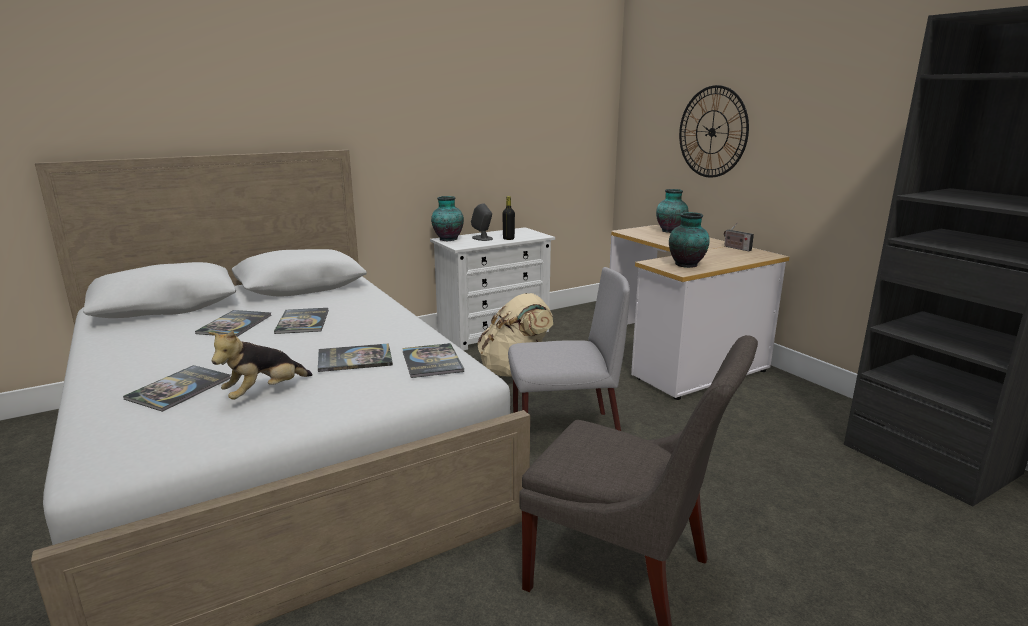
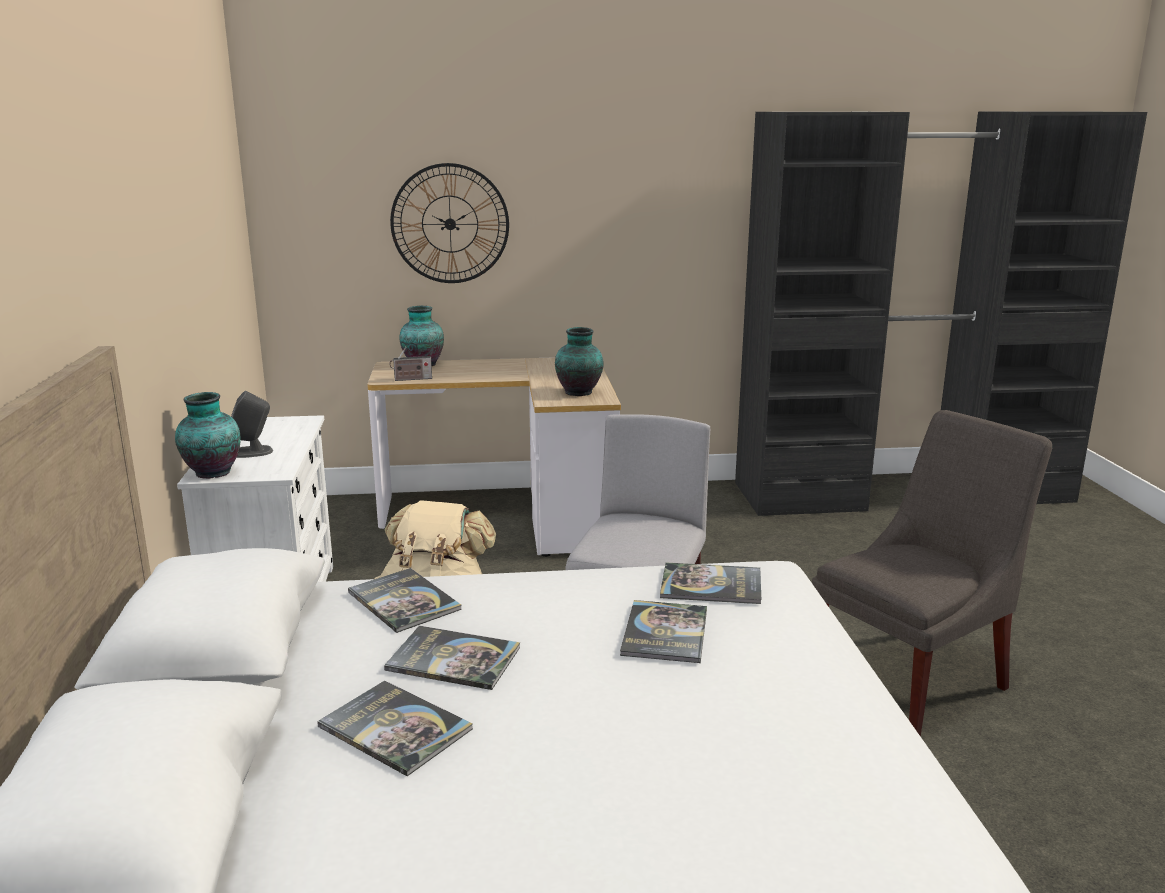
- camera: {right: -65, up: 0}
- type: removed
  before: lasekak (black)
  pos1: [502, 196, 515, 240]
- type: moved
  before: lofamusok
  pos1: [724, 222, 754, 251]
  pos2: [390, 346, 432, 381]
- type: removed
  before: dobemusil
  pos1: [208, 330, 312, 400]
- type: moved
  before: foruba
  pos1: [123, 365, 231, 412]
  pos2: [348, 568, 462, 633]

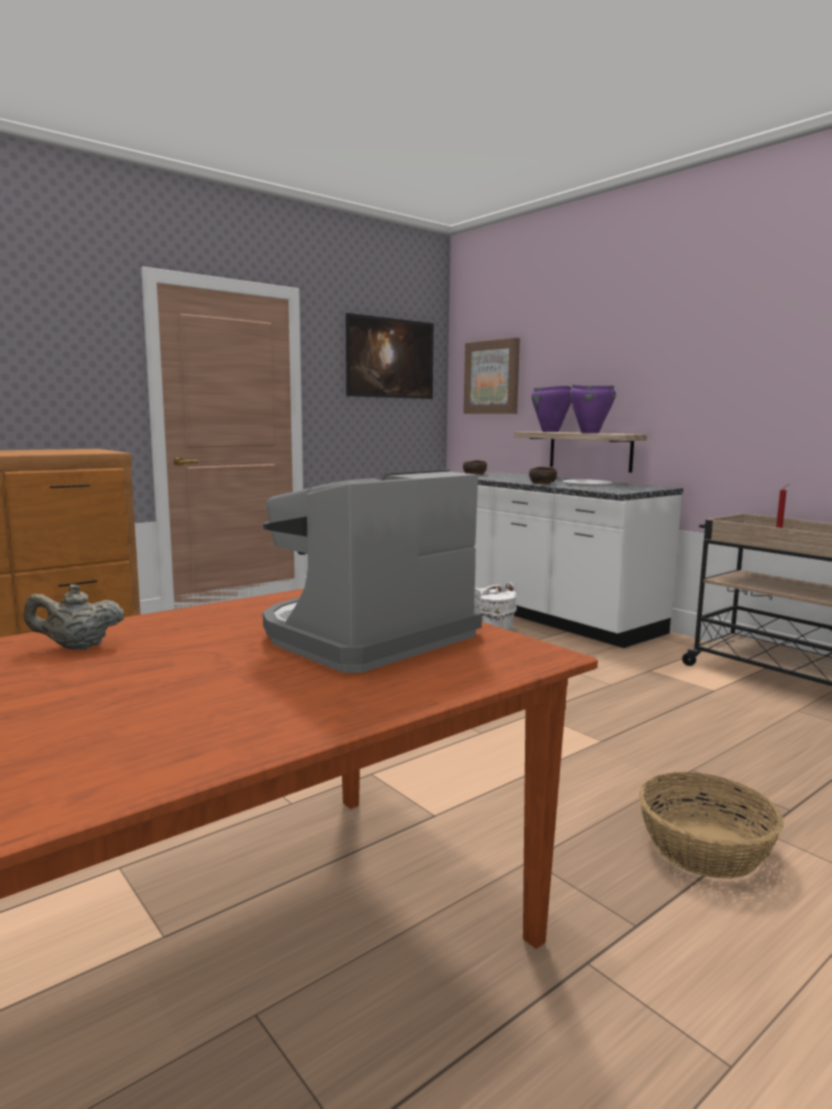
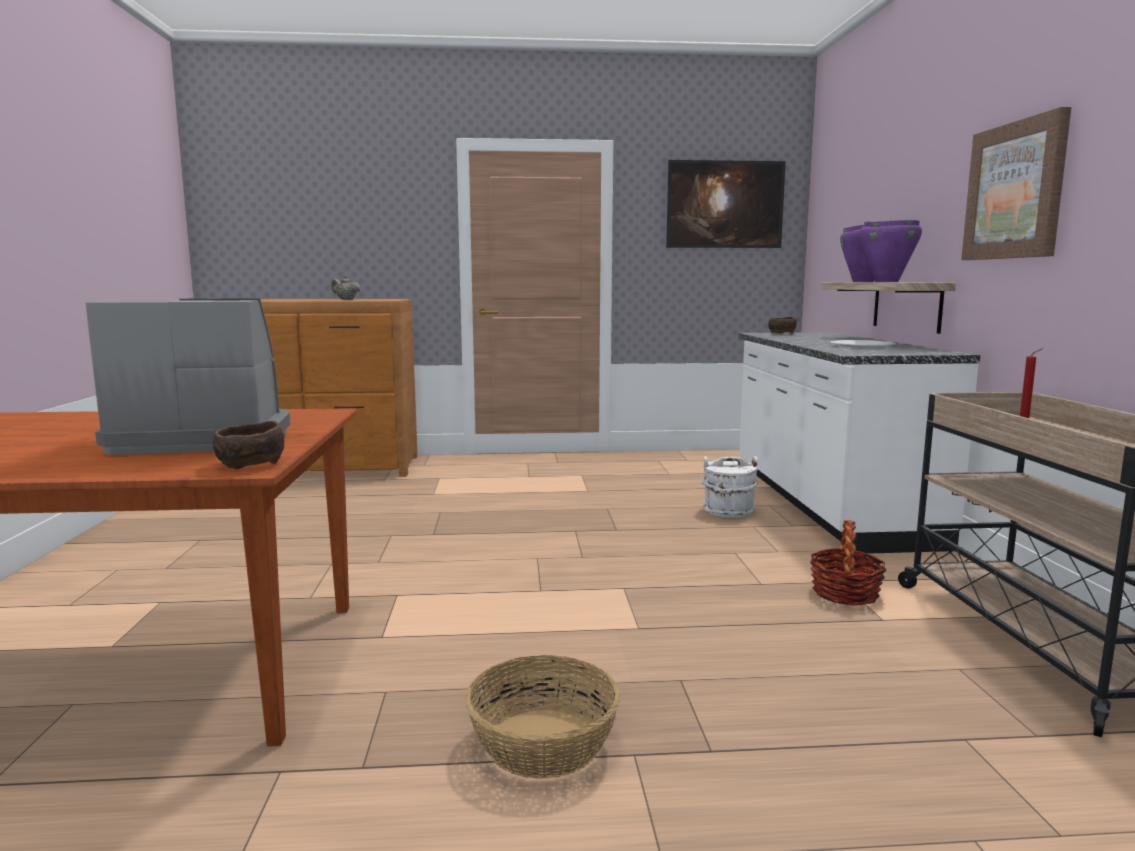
- camera: {right: 35, up: 0}
- type: moved
  before: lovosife
  pos1: [463, 338, 520, 414]
  pos2: [961, 107, 1071, 260]
- type: moved
  before: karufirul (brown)
  pos1: [529, 467, 557, 484]
  pos2: [213, 421, 284, 469]
- type: moved
  before: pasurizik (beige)
  pos1: [23, 584, 124, 650]
  pos2: [331, 275, 361, 300]
- type: added
  after: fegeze
  pos2: [810, 520, 887, 606]

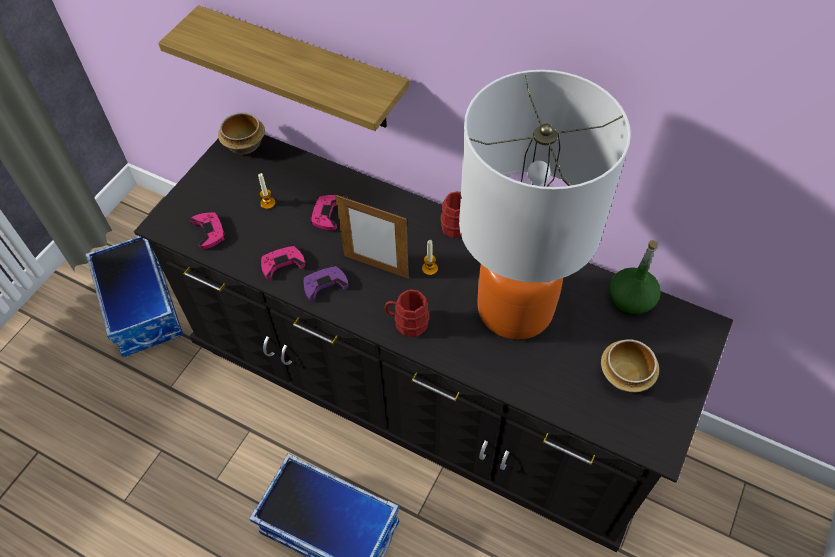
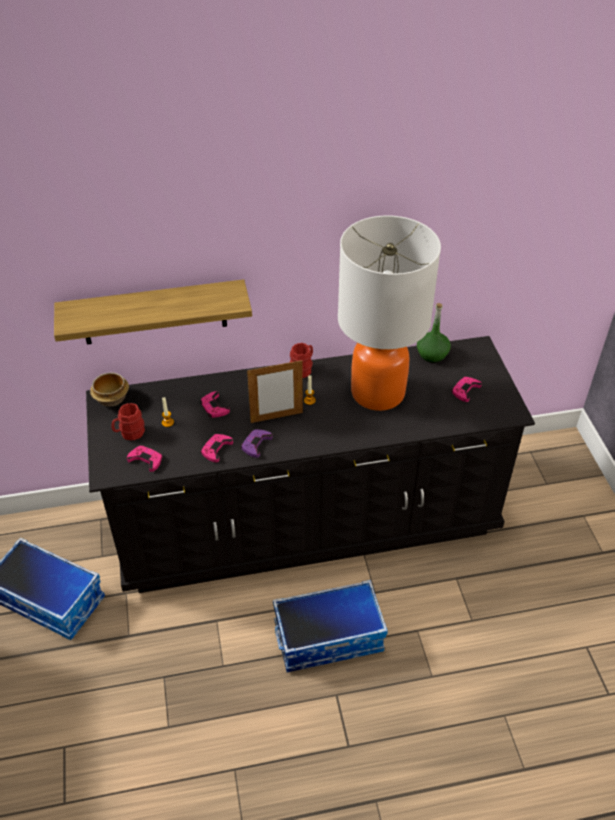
- camera: {right: -40, up: -10}
- type: moved
  before: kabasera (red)
  pos1: [384, 289, 430, 337]
  pos2: [111, 403, 145, 440]
- type: replaced
  before: karufirul
  after: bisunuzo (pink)
  pos1: [601, 339, 659, 392]
  pos2: [451, 377, 482, 402]

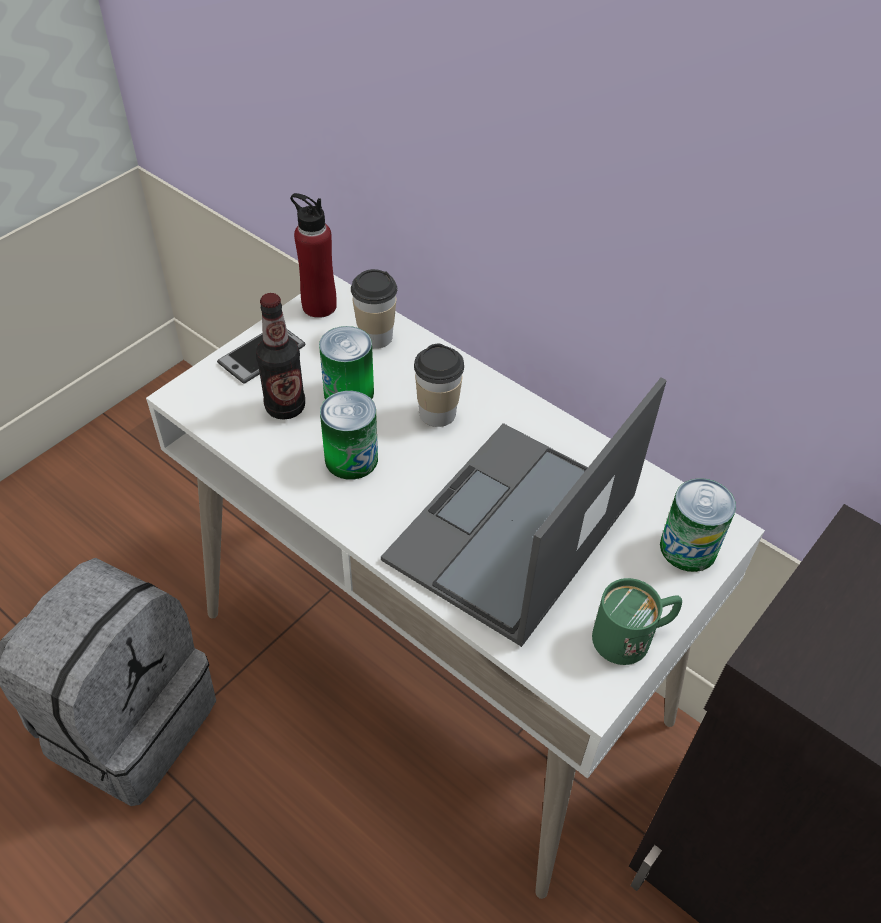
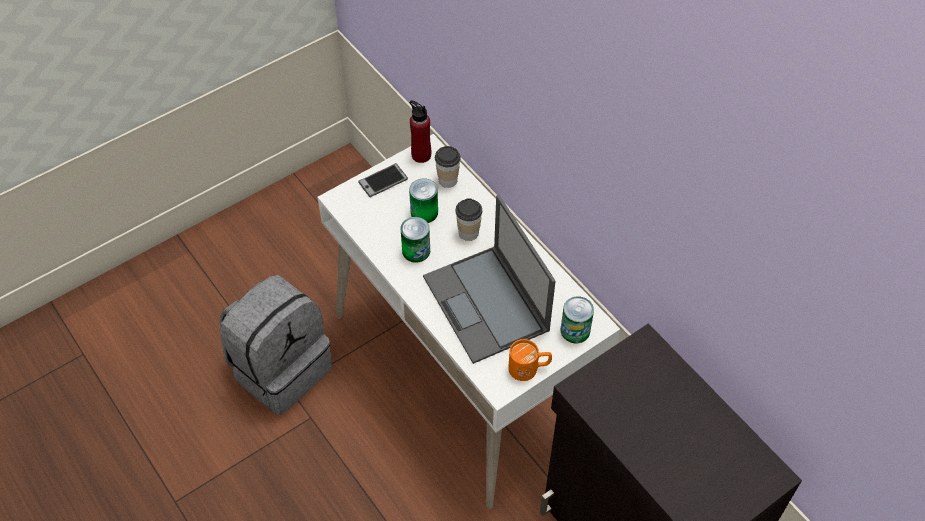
- camera: {right: 15, up: 5}
- type: removed
  before: lasekak
  pos1: [256, 293, 305, 420]
- type: turned
  before: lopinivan
  pos1: [381, 378, 666, 647]
  pos2: [423, 195, 556, 364]
  turn: -75
- type: recoloured
  before: kabasera (green)
  after: kabasera (orange)
  pos1: [592, 578, 682, 665]
  pos2: [508, 339, 552, 381]

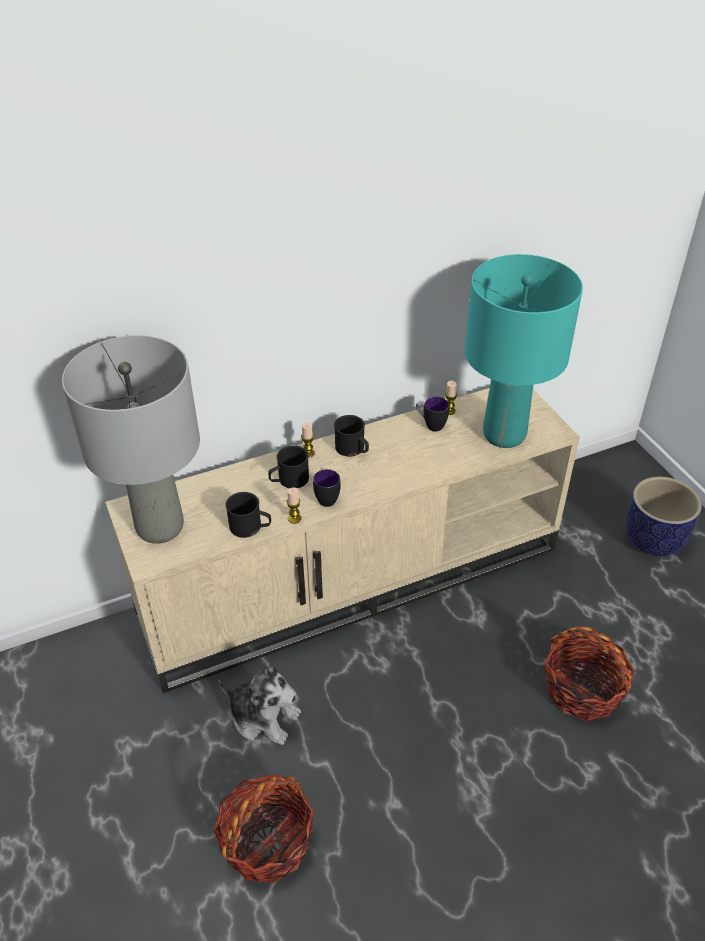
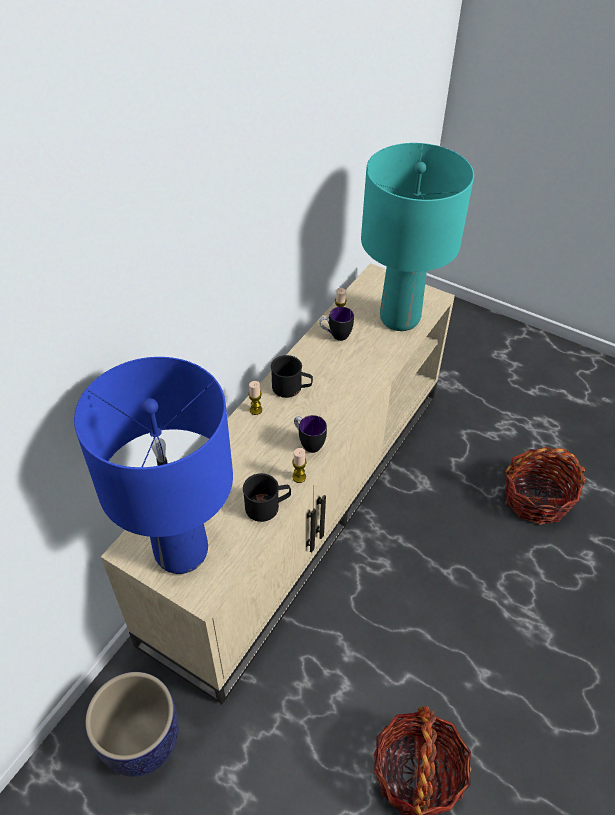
- camera: {right: -35, up: 5}
- type: recoloured
  before: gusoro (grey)
  after: gusoro (blue)
  pos1: [62, 335, 200, 544]
  pos2: [74, 357, 233, 574]
- type: removed
  before: kabasera (black)
  pos1: [268, 445, 309, 488]
- type: moved
  before: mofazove
  pos1: [625, 477, 702, 556]
  pos2: [85, 672, 179, 777]
- type: removed
  before: dobemusil
  pos1: [218, 663, 301, 745]

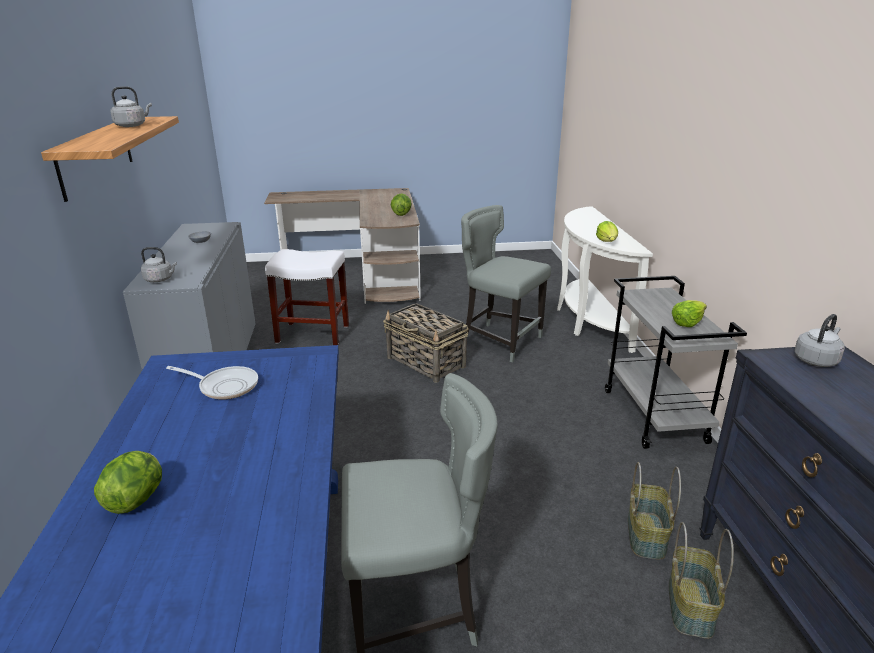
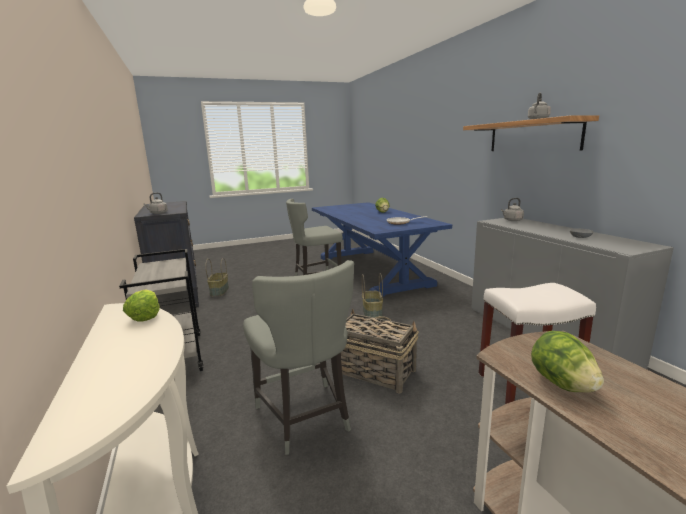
- camera: {right: 165, up: -10}
- type: turned
  before: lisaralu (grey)
  pos1: [461, 205, 551, 362]
  pos2: [243, 260, 354, 455]
  turn: 45
- type: removed
  before: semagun
  pos1: [672, 300, 707, 327]
- type: moved
  before: fegeze
  pos1: [628, 462, 681, 560]
  pos2: [362, 273, 383, 319]

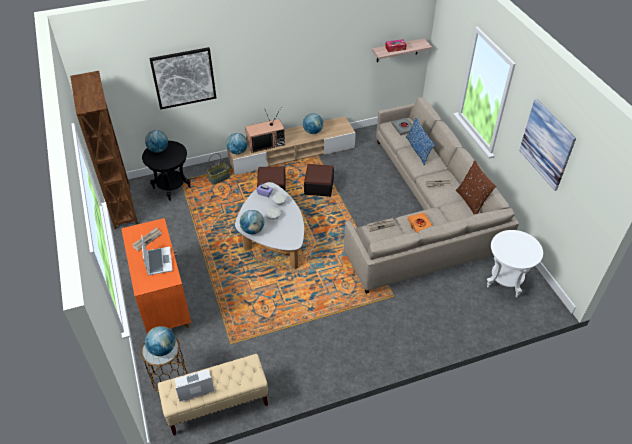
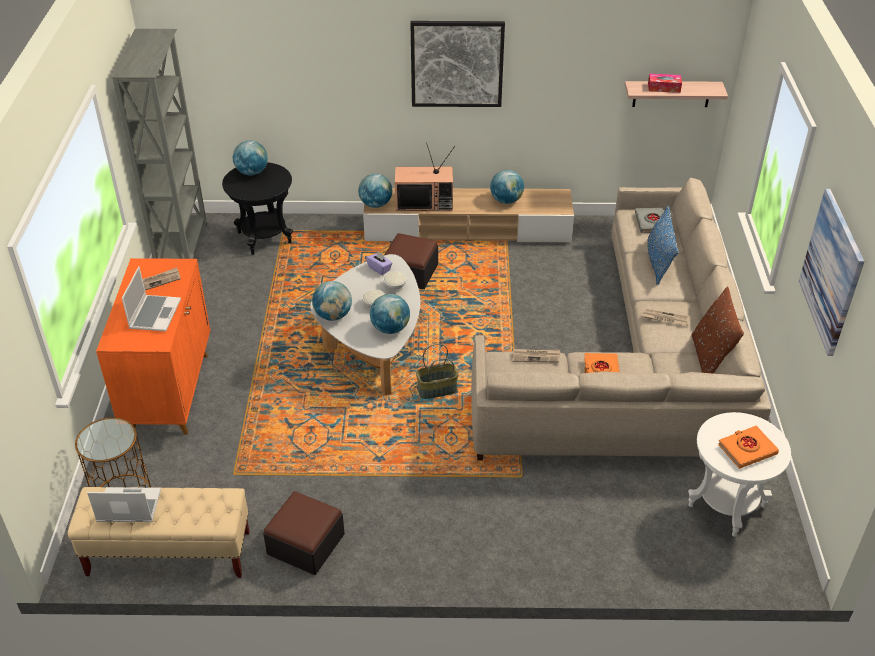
- camera: {right: 20, up: -5}
- type: moved
  before: lovosife
  pos1: [149, 47, 216, 109]
  pos2: [410, 21, 505, 107]
- type: recoloured
  before: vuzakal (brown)
  after: vuzakal (grey)
  pos1: [70, 71, 138, 229]
  pos2: [111, 29, 207, 259]
- type: moved
  before: fegeze
  pos1: [207, 153, 230, 184]
  pos2: [416, 344, 459, 399]
- type: moved
  before: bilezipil
  pos1: [304, 164, 334, 197]
  pos2: [263, 491, 345, 575]
- type: moved
  before: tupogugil
  pos1: [145, 326, 175, 356]
  pos2: [370, 294, 410, 334]
- type: added
  after: foruba (orange)
  pos2: [718, 426, 779, 469]

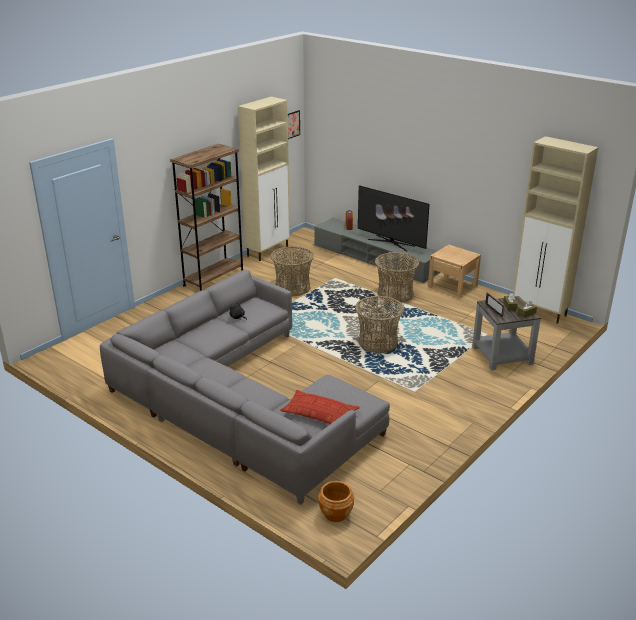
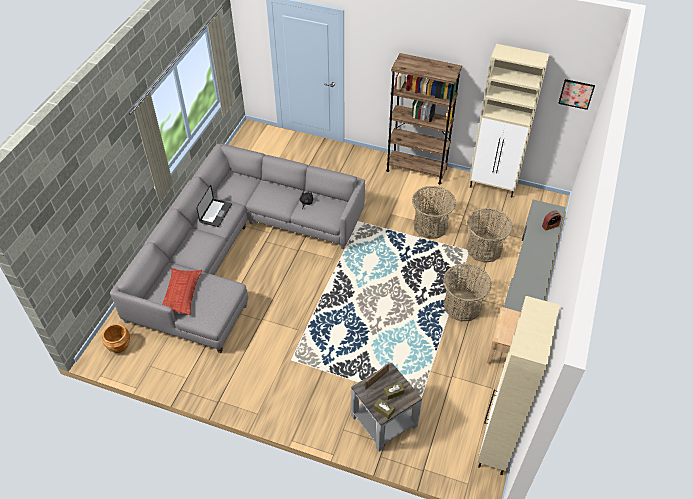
- camera: {right: 70, up: 20}
- type: removed
  before: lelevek
  pos1: [358, 185, 430, 252]
- type: moved
  before: fegeze
  pos1: [355, 296, 404, 353]
  pos2: [466, 208, 512, 263]
- type: added
  after: lopinivan
  pos2: [196, 185, 232, 227]

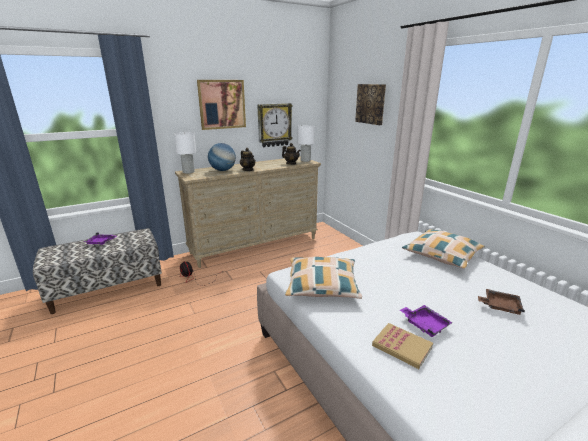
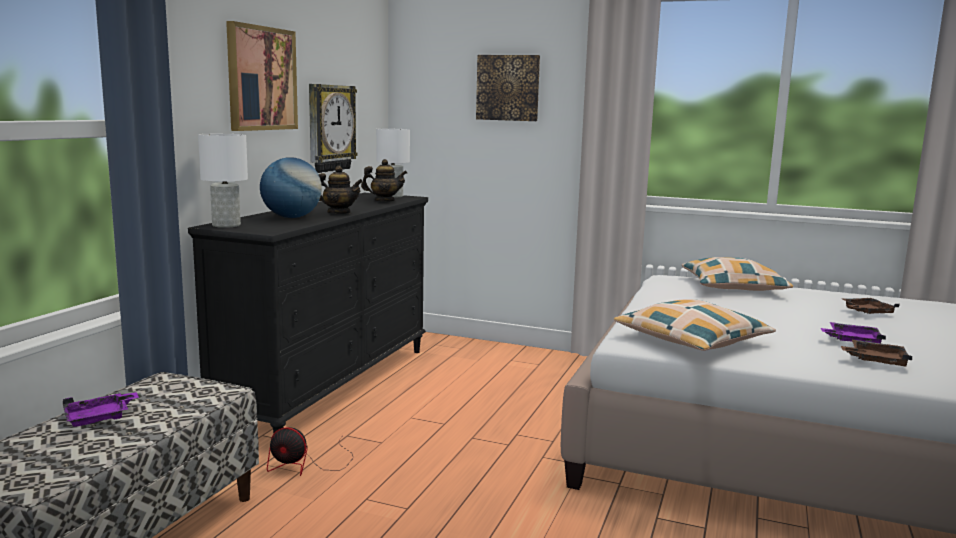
- camera: {right: -40, up: -10}
- type: recoloured
  before: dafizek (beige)
  after: dafizek (black)
  pos1: [175, 157, 321, 268]
  pos2: [188, 193, 428, 433]
- type: replaced
  before: foruba
  after: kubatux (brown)
  pos1: [372, 323, 433, 369]
  pos2: [841, 340, 912, 366]

